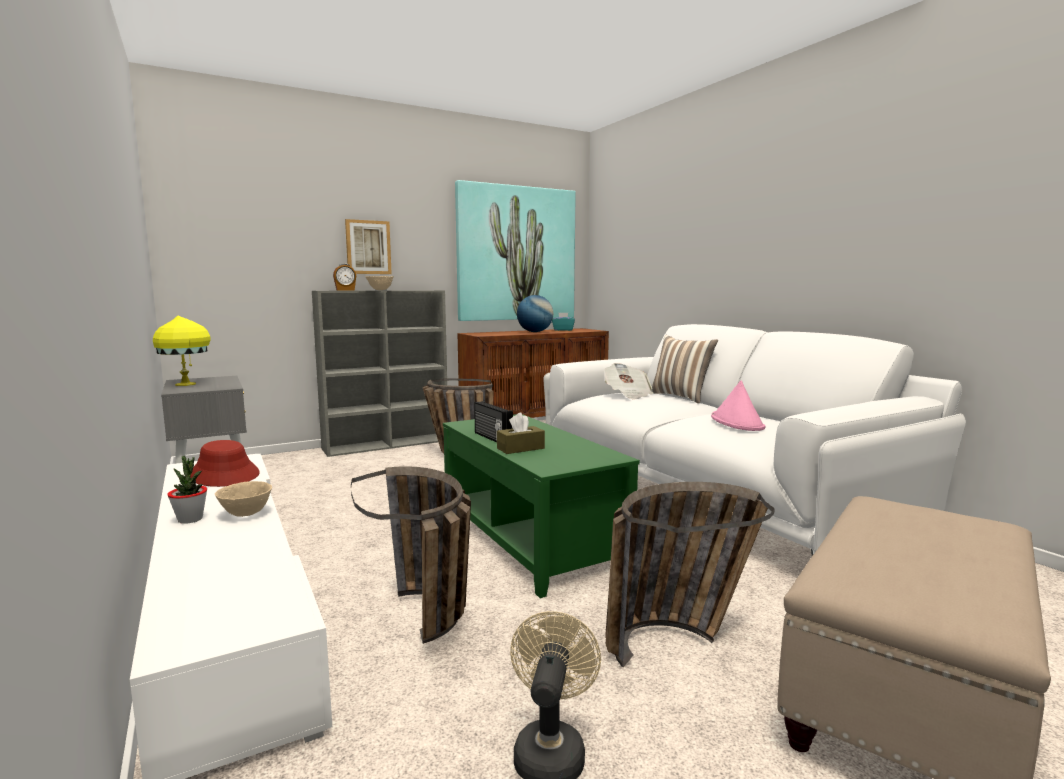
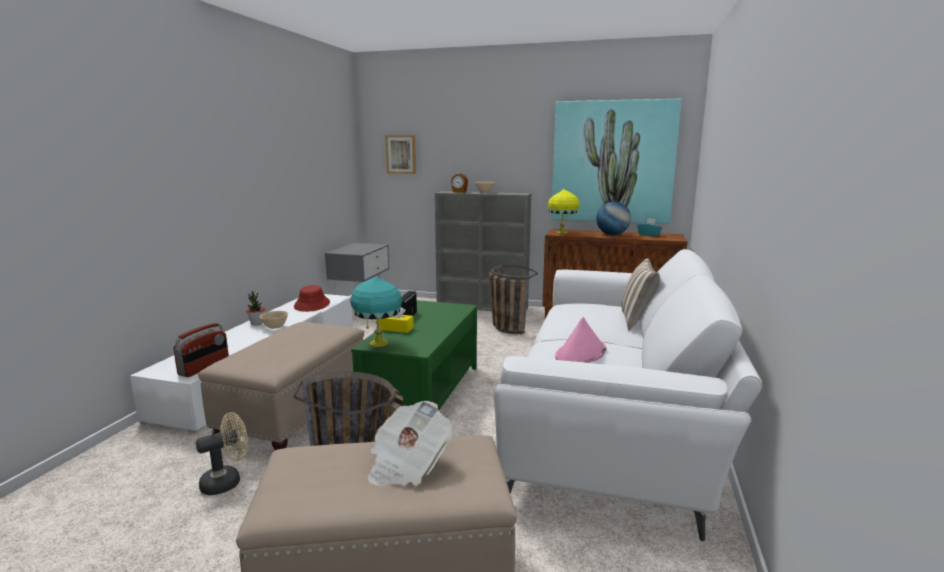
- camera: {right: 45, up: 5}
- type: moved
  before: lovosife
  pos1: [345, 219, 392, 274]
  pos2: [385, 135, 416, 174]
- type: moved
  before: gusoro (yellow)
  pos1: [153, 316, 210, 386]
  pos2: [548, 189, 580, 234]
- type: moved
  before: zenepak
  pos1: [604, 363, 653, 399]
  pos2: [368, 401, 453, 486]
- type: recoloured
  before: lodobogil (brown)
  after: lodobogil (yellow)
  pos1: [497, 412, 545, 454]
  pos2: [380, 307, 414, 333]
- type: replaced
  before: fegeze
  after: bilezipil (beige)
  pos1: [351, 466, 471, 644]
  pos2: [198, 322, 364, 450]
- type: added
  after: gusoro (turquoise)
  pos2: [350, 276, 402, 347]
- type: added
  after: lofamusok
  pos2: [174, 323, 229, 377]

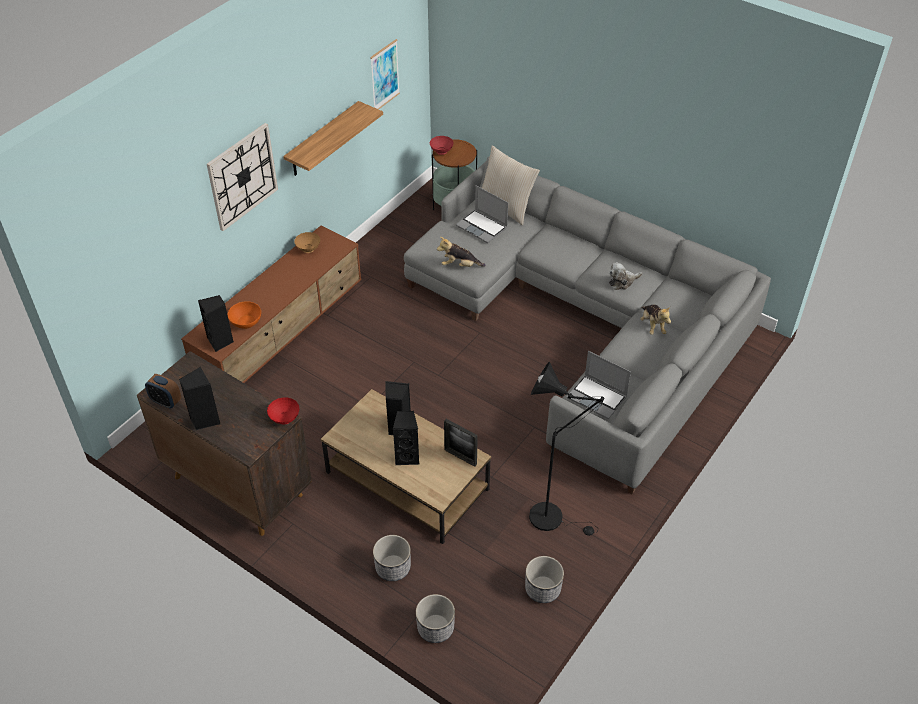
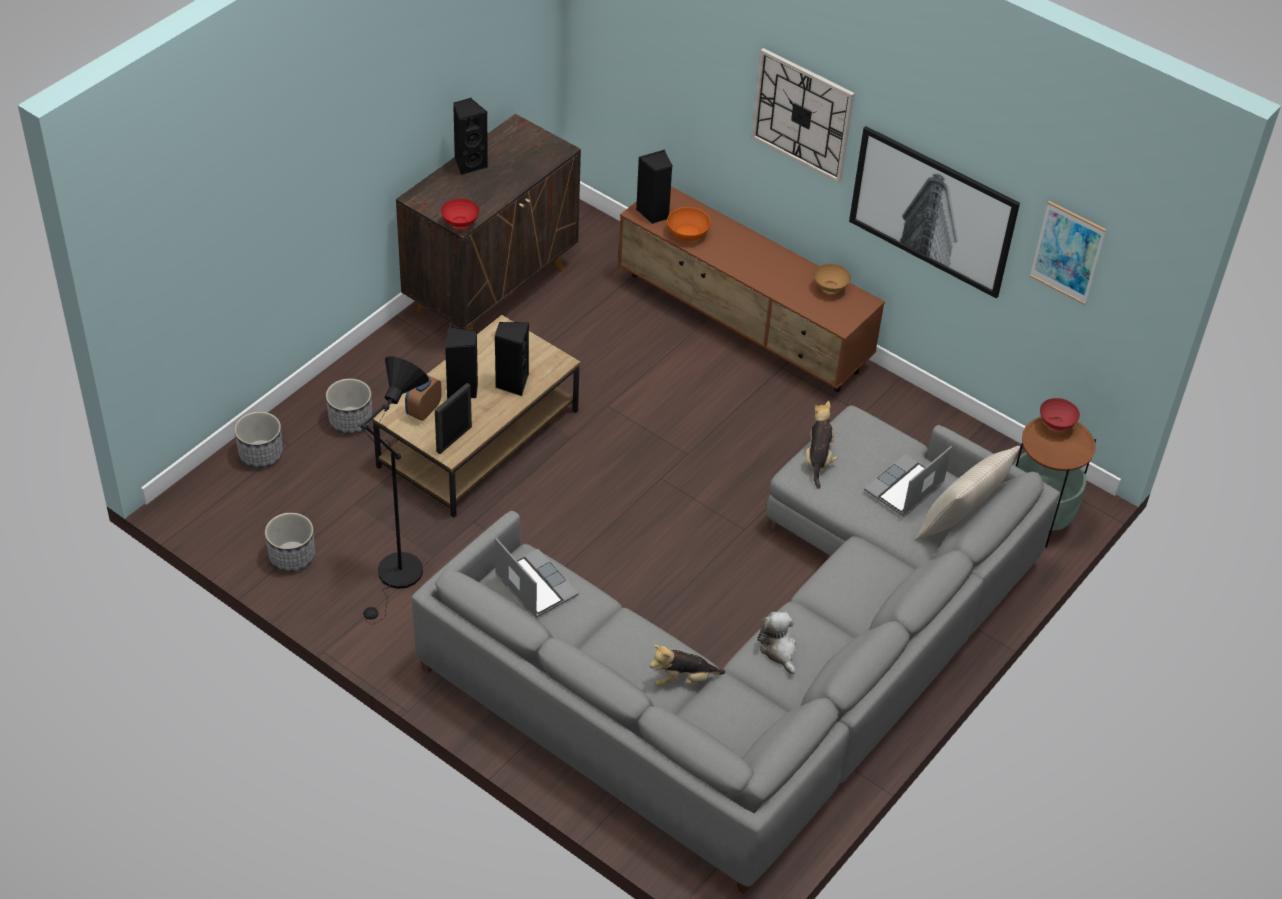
- camera: {right: 90, up: 0}
- type: replaced
  before: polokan
  after: lovosife
  pos1: [283, 101, 383, 176]
  pos2: [849, 126, 1020, 298]
- type: turned
  before: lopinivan
  pos1: [567, 351, 631, 419]
  pos2: [495, 538, 579, 618]
  turn: 105
- type: moved
  before: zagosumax
  pos1: [145, 374, 181, 409]
  pos2: [405, 375, 442, 421]

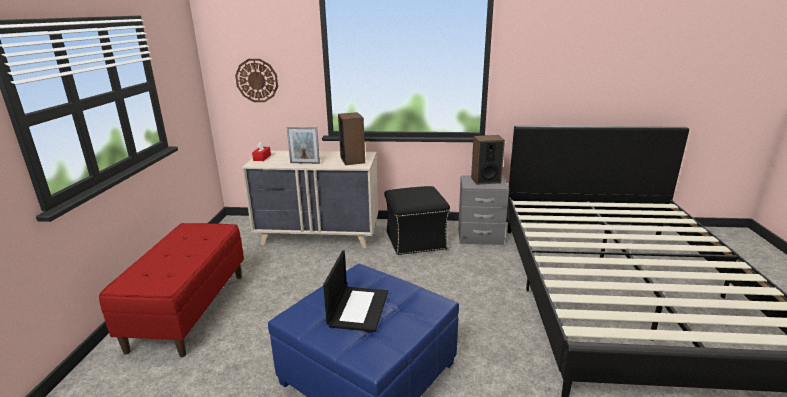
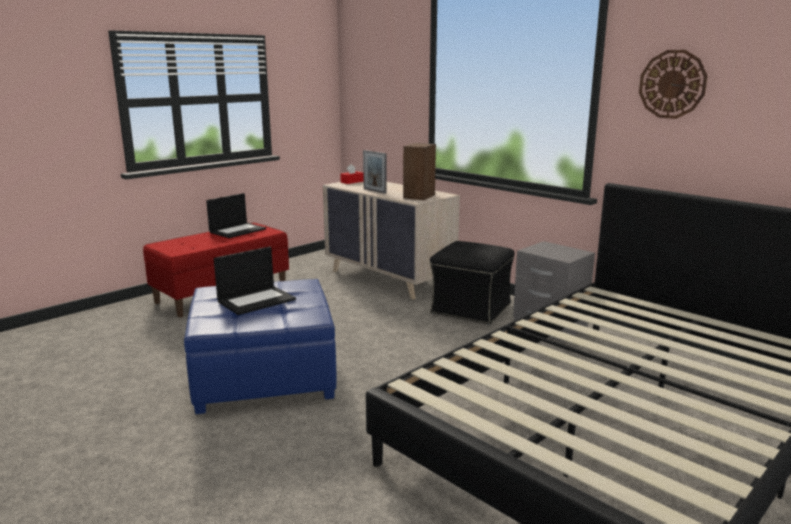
- camera: {right: 40, up: -5}
- type: moved
  before: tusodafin
  pos1: [235, 59, 278, 102]
  pos2: [639, 50, 708, 119]
- type: removed
  before: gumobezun
  pos1: [471, 135, 505, 185]
- type: added
  after: lopinivan
  pos2: [206, 193, 266, 238]

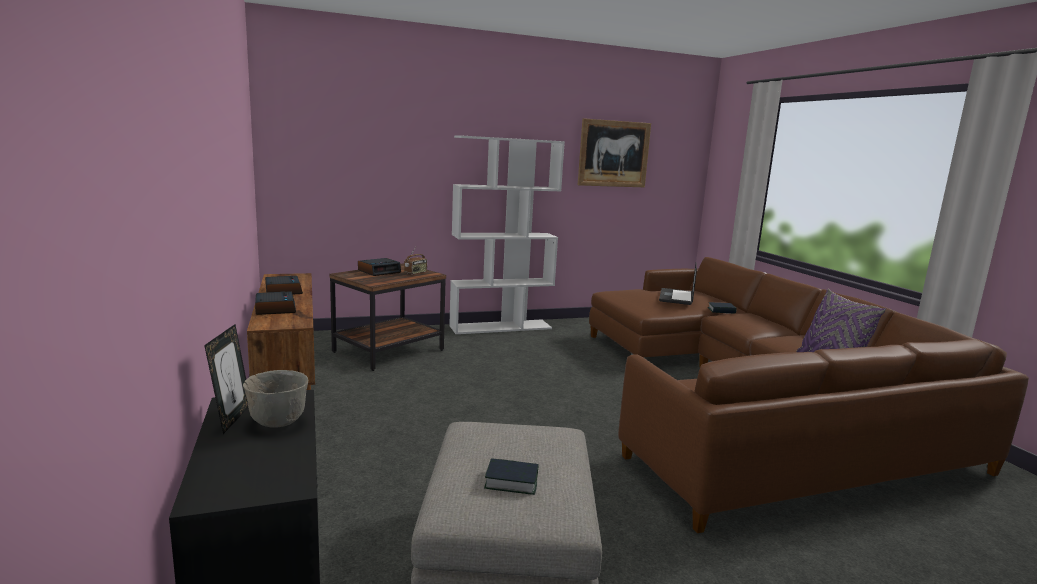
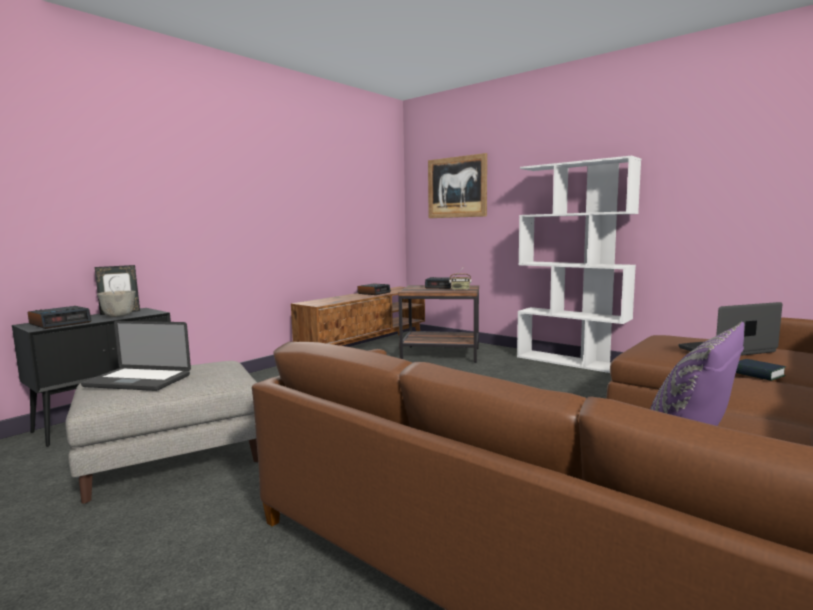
- camera: {right: 60, up: -5}
- type: moved
  before: lovosife
  pos1: [578, 118, 651, 188]
  pos2: [428, 153, 487, 218]
- type: moved
  before: zagosumax
  pos1: [255, 291, 296, 315]
  pos2: [28, 306, 92, 329]
- type: replaced
  before: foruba
  after: lopinivan
  pos1: [484, 458, 539, 495]
  pos2: [81, 321, 191, 391]

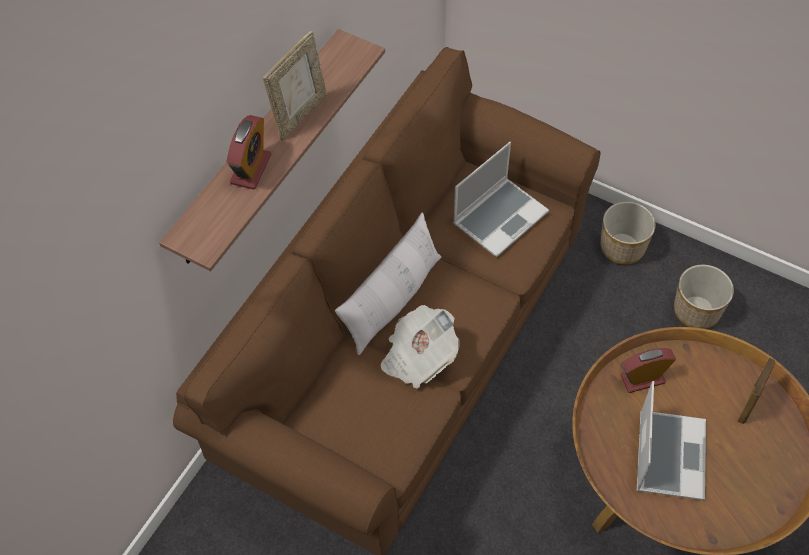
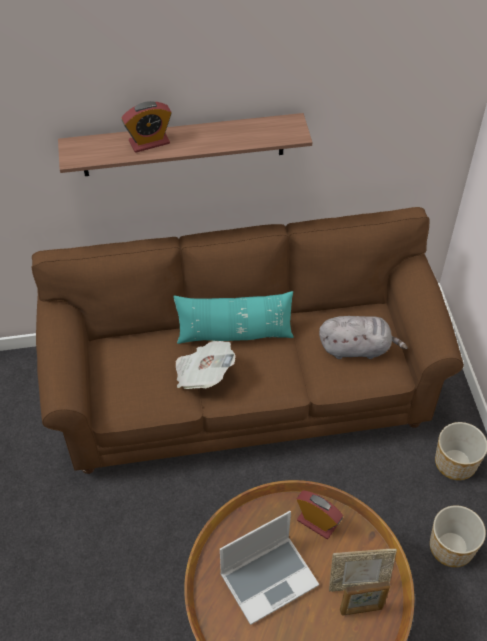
- camera: {right: 50, up: -5}
- type: moved
  before: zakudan
  pos1: [263, 31, 327, 141]
  pos2: [329, 549, 397, 592]
- type: replaced
  before: lopinivan
  after: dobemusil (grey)
  pos1: [453, 142, 549, 258]
  pos2: [319, 316, 408, 359]
- type: recoloured
  before: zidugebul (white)
  after: zidugebul (turquoise)
  pos1: [335, 213, 441, 355]
  pos2: [173, 291, 294, 344]

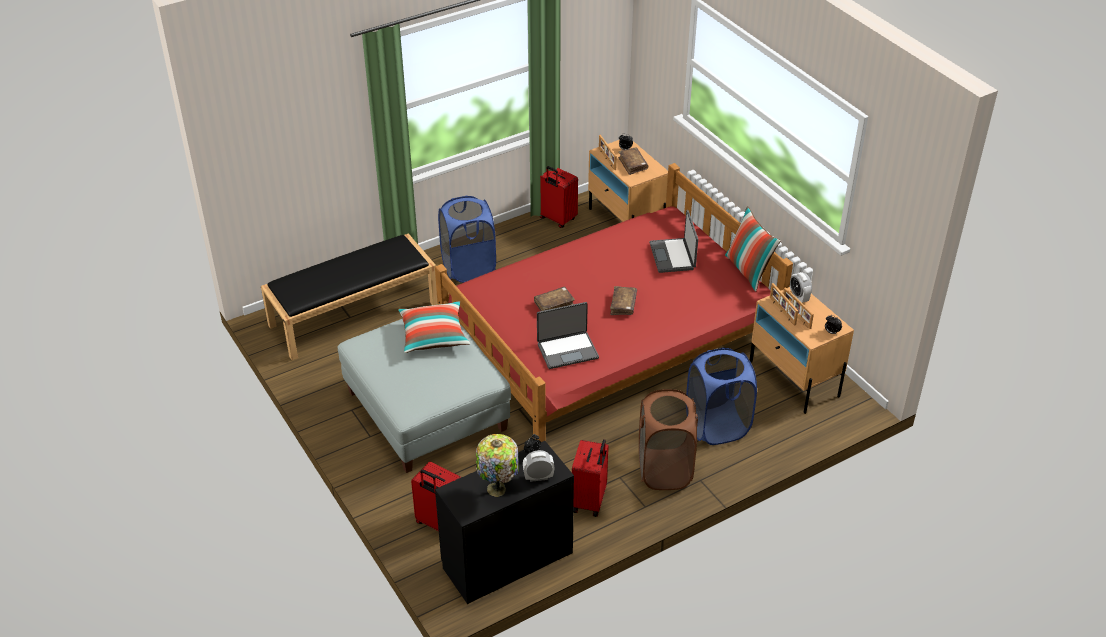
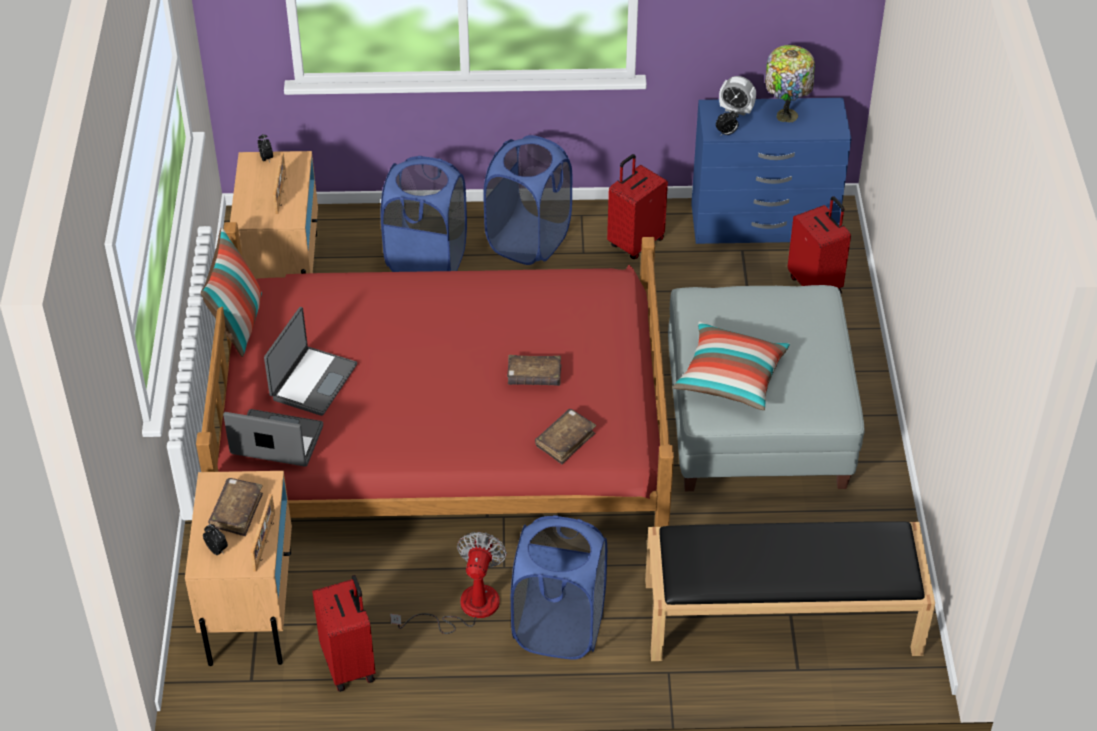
- camera: {right: -150, up: 5}
- type: removed
  before: zagosumax
  pos1: [790, 272, 812, 303]
- type: removed
  before: zakudan
  pos1: [770, 283, 798, 326]
- type: moved
  before: foruba (brown)
  pos1: [610, 286, 637, 315]
  pos2: [535, 409, 596, 464]
- type: moved
  before: lopinivan
  pos1: [537, 302, 599, 369]
  pos2: [223, 409, 323, 467]
- type: recoloured
  before: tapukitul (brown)
  after: tapukitul (blue)
  pos1: [639, 389, 698, 490]
  pos2: [483, 135, 572, 265]
- type: recoloured
  before: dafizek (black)
  after: dafizek (blue)
  pos1: [435, 441, 574, 604]
  pos2: [691, 98, 851, 244]
- type: added
  after: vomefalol
  pos2: [390, 532, 507, 634]

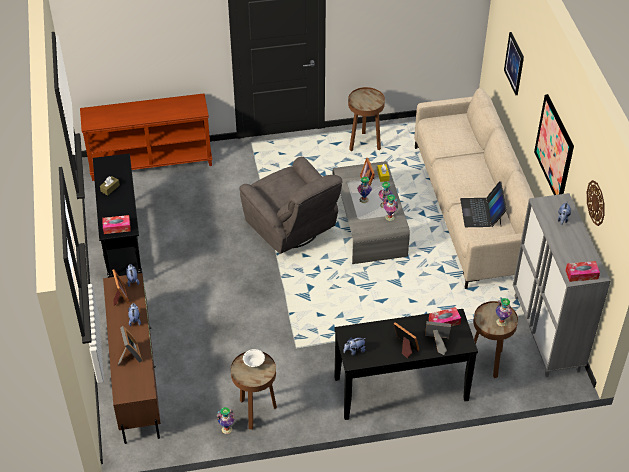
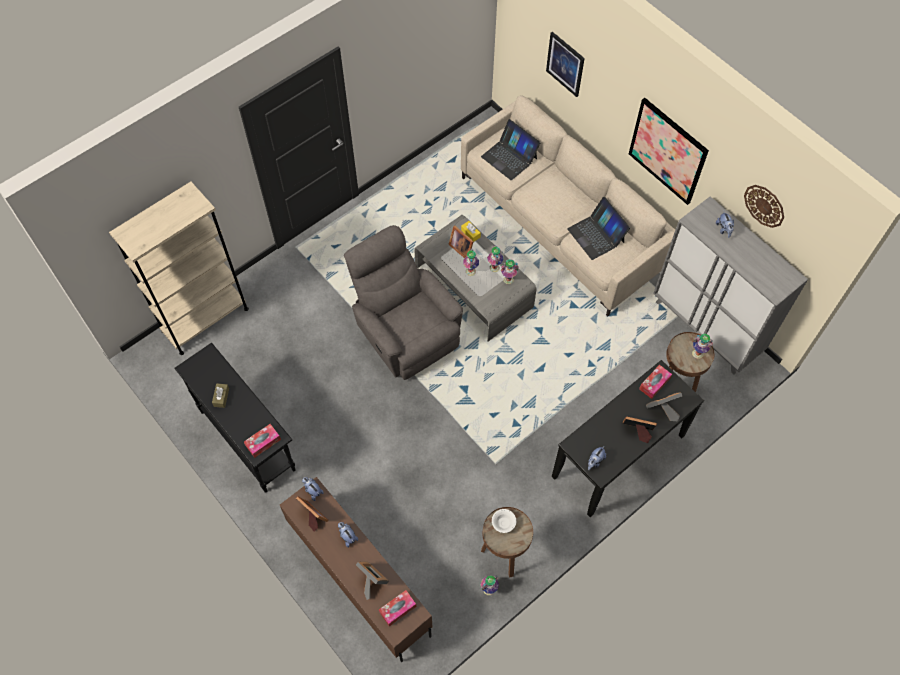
- camera: {right: -30, up: 15}
- type: removed
  before: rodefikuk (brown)
  pos1: [348, 87, 385, 151]
- type: replaced
  before: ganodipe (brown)
  after: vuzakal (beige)
  pos1: [80, 94, 212, 181]
  pos2: [109, 181, 249, 355]
- type: turned
  before: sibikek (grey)
  pos1: [239, 157, 343, 254]
  pos2: [344, 225, 463, 380]
  turn: -150
- type: moved
  before: lodobogil
  pos1: [565, 261, 600, 282]
  pos2: [379, 590, 416, 626]
- type: added
  after: lopinivan
  pos2: [481, 119, 540, 180]

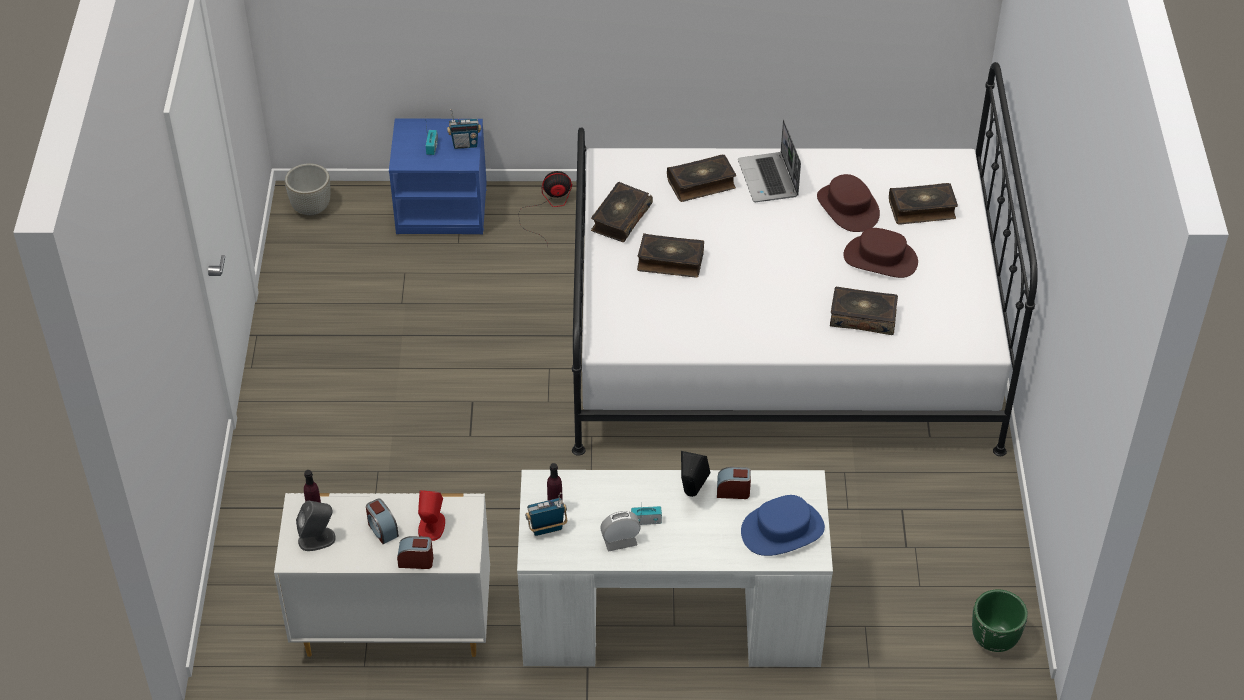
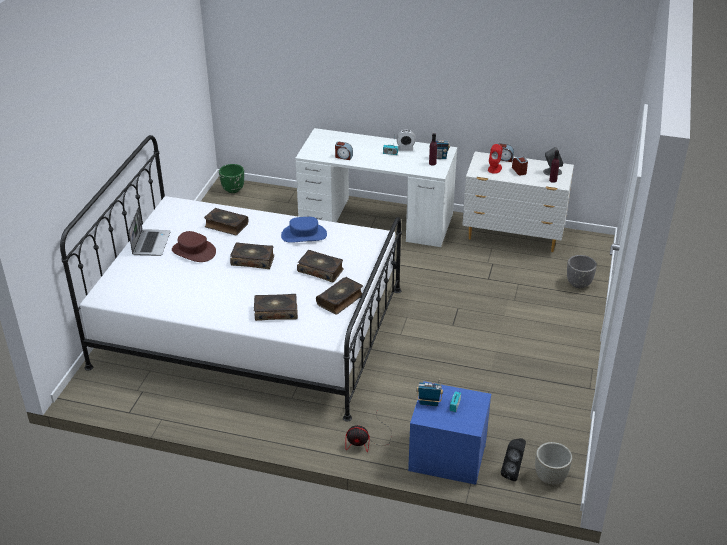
- camera: {right: -165, up: -10}
- type: moved
  before: lopinivan
  pos1: [738, 120, 801, 202]
  pos2: [128, 207, 171, 256]
- type: removed
  before: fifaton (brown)
  pos1: [817, 174, 880, 232]
- type: moved
  before: foruba
  pos1: [889, 183, 958, 225]
  pos2: [230, 243, 274, 269]
- type: moved
  before: gumobezun (black)
  pos1: [681, 451, 710, 497]
  pos2: [501, 438, 526, 481]
- type: moved
  before: fifaton (blue)
  pos1: [741, 495, 825, 556]
  pos2: [281, 217, 327, 243]
- type: added
  after: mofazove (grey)
  pos2: [567, 255, 597, 288]

